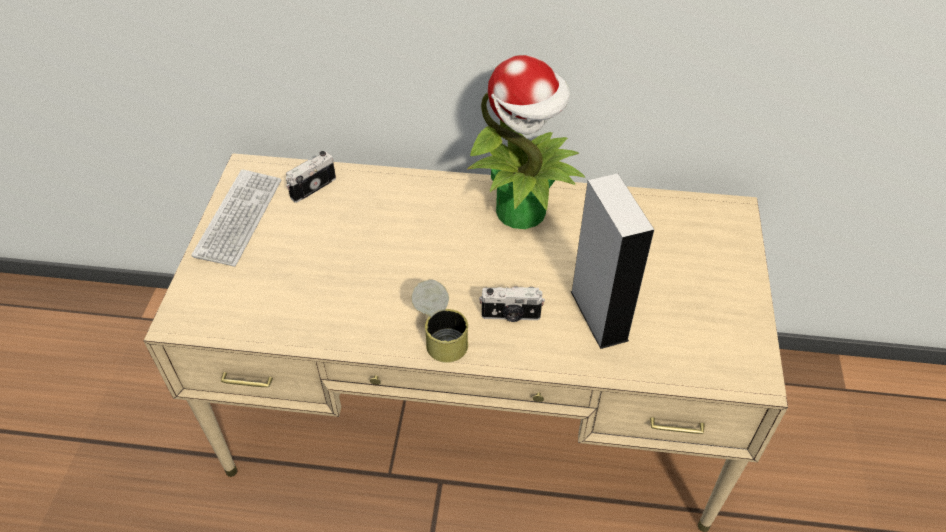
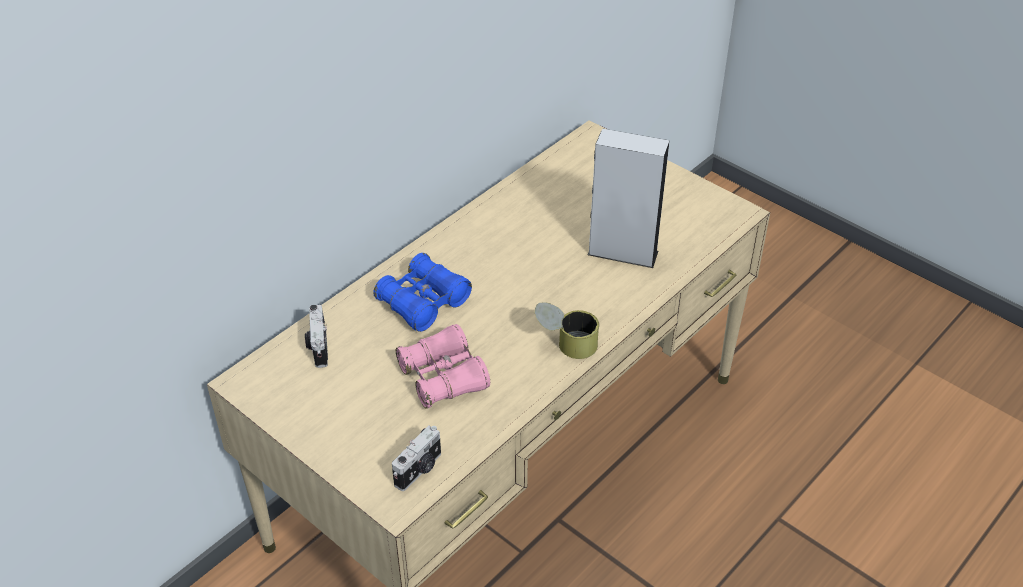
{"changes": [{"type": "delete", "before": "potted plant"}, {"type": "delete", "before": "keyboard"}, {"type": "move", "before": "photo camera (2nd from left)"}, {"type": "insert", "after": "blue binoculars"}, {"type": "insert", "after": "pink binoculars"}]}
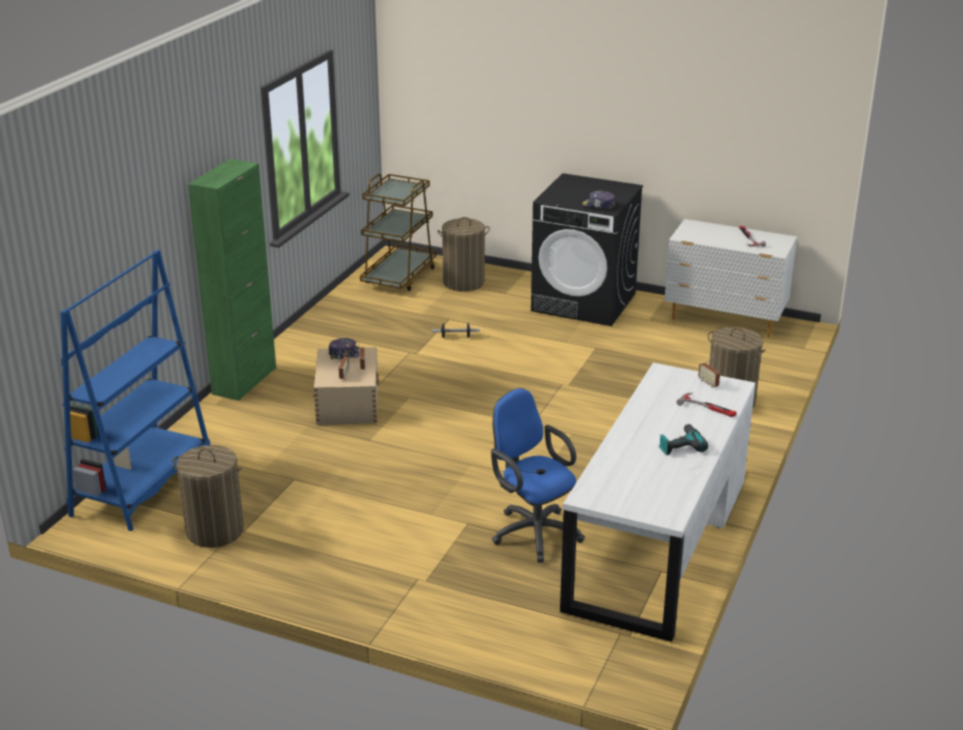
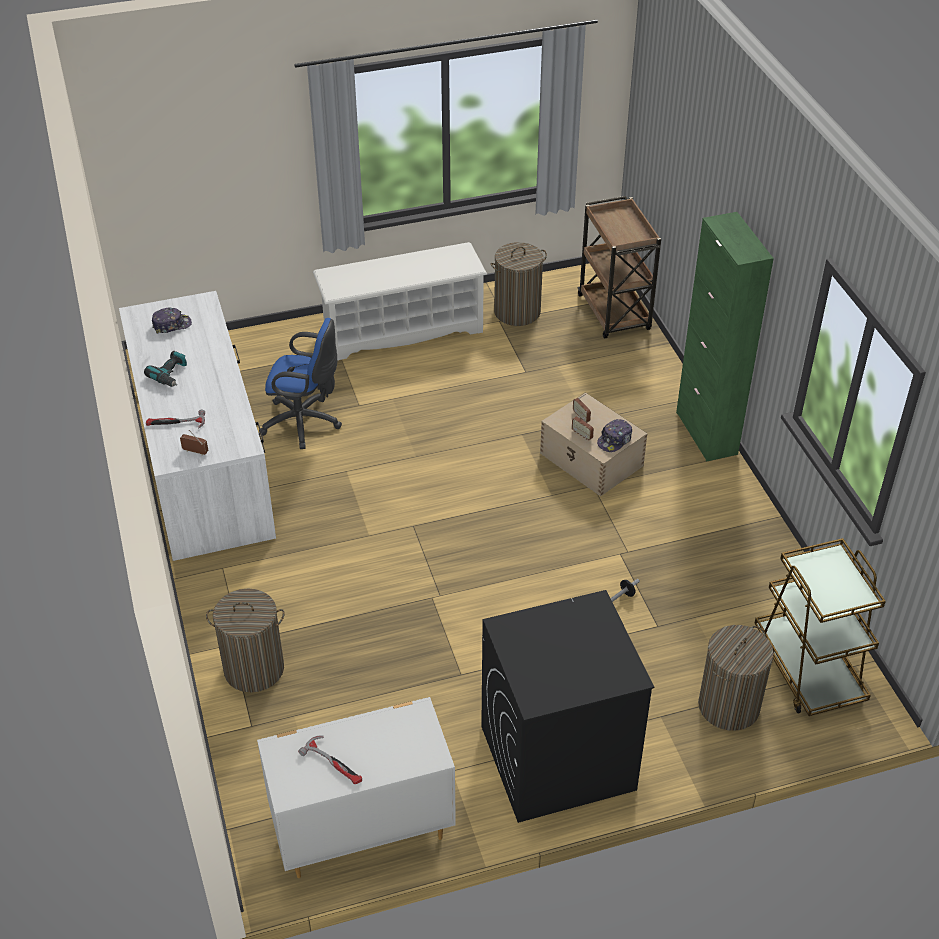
{"changes": [{"type": "move", "before": "cap (2nd from left in the first image)", "after": "cap (1st from left)"}, {"type": "replace", "before": "blue bookcase", "after": "brown cart (1st from left)"}, {"type": "insert", "after": "white shoe rack"}]}
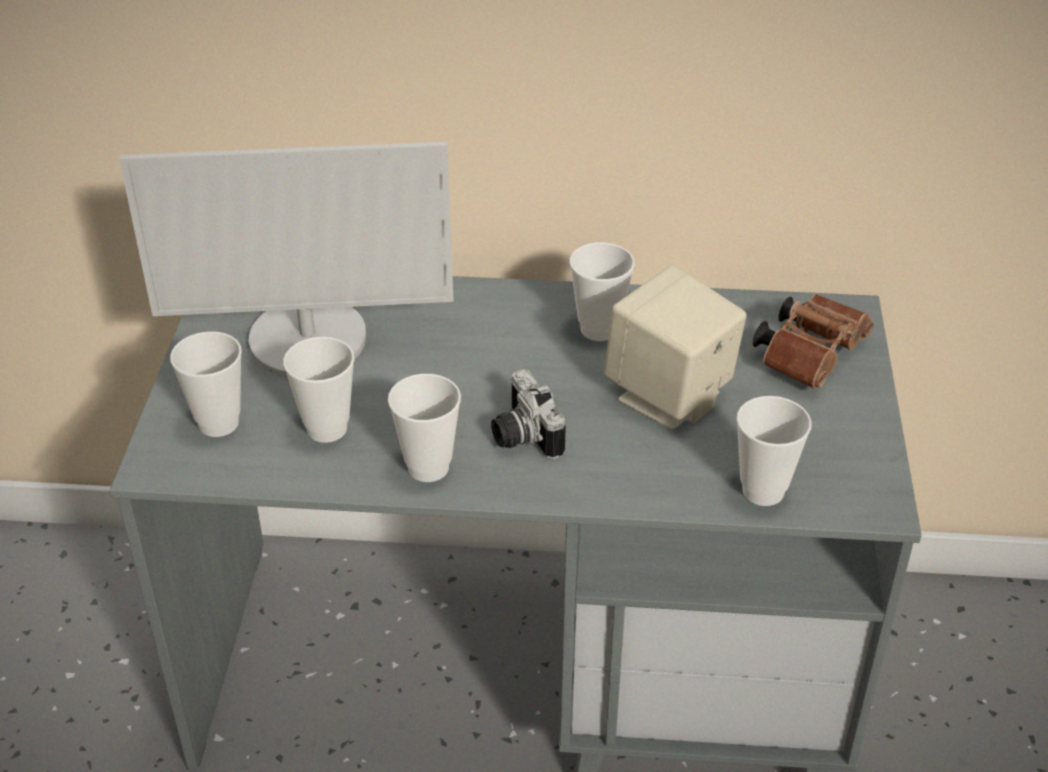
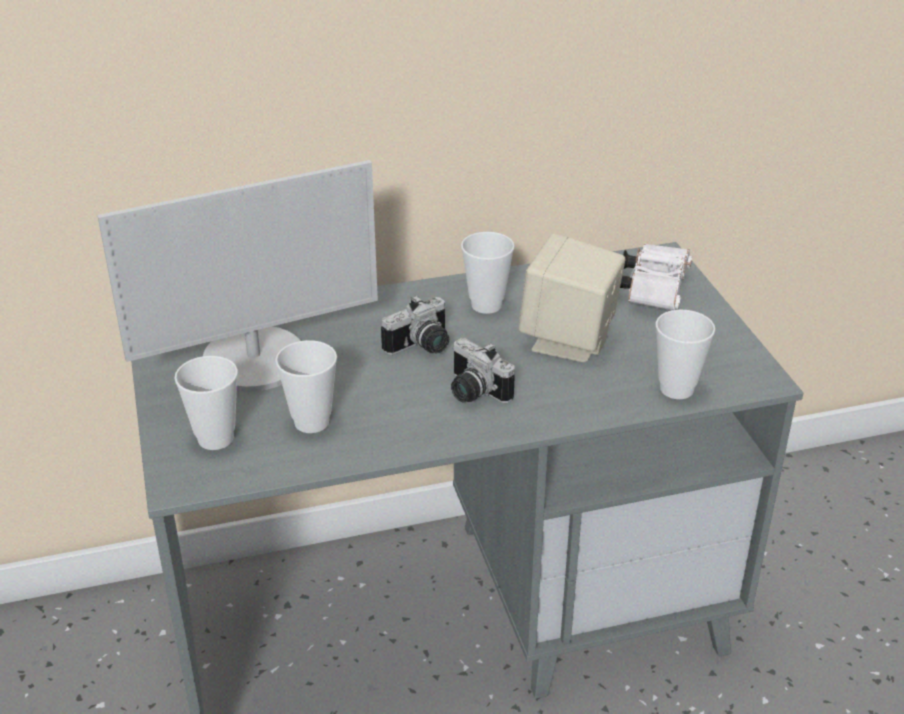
{"changes": [{"type": "recolor", "before": "brown binoculars", "after": "white binoculars"}, {"type": "delete", "before": "cup (3rd from left)"}, {"type": "insert", "after": "photo camera (1st from left)"}]}
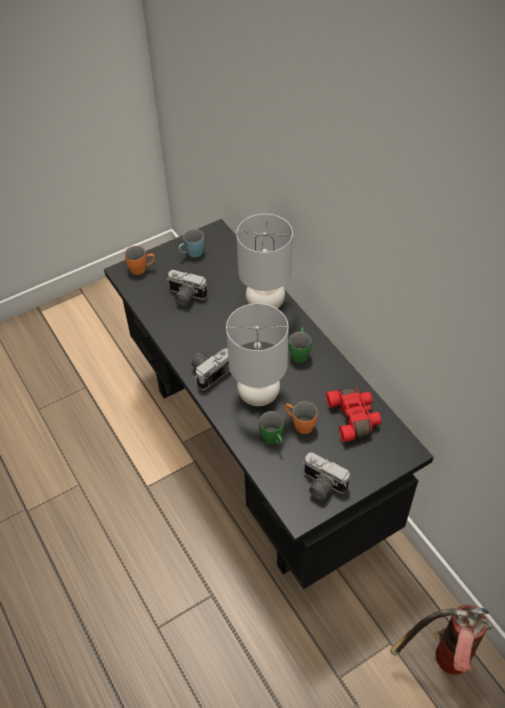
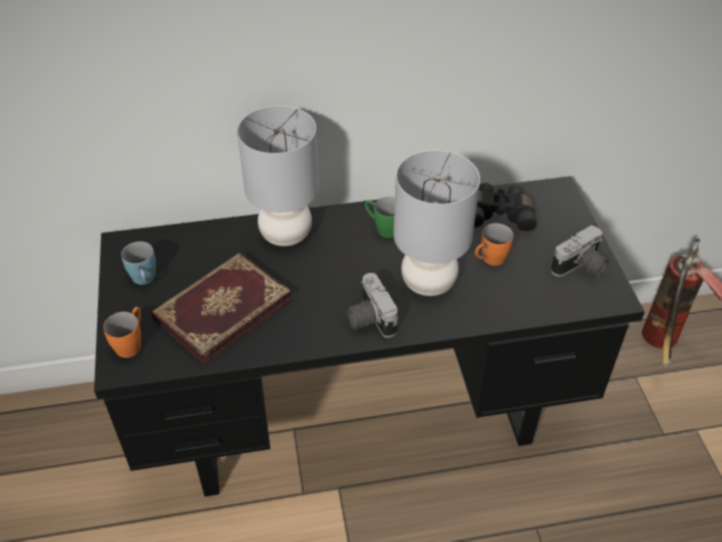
{"changes": [{"type": "replace", "before": "photo camera (1st from left)", "after": "book"}, {"type": "recolor", "before": "red binoculars", "after": "black binoculars"}, {"type": "delete", "before": "green mug (1st from left)"}]}
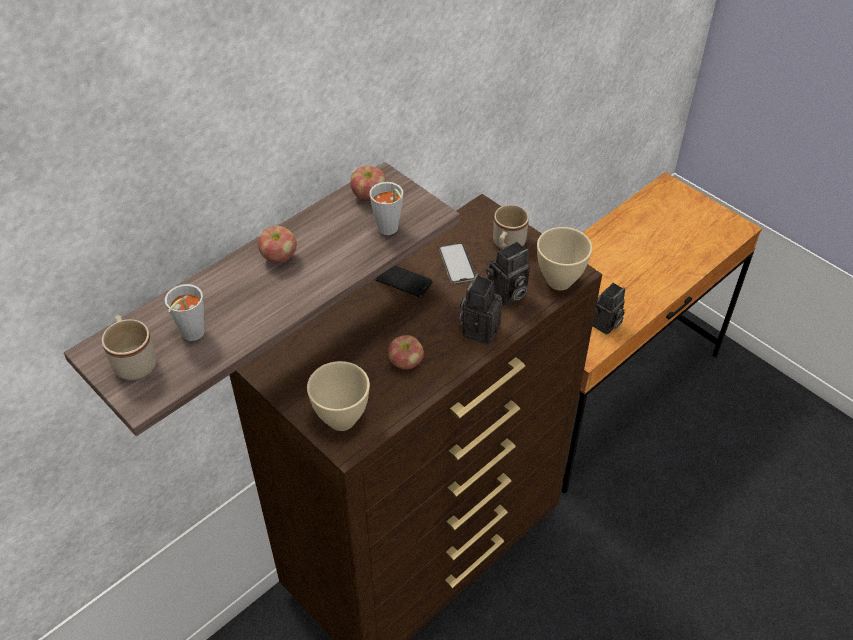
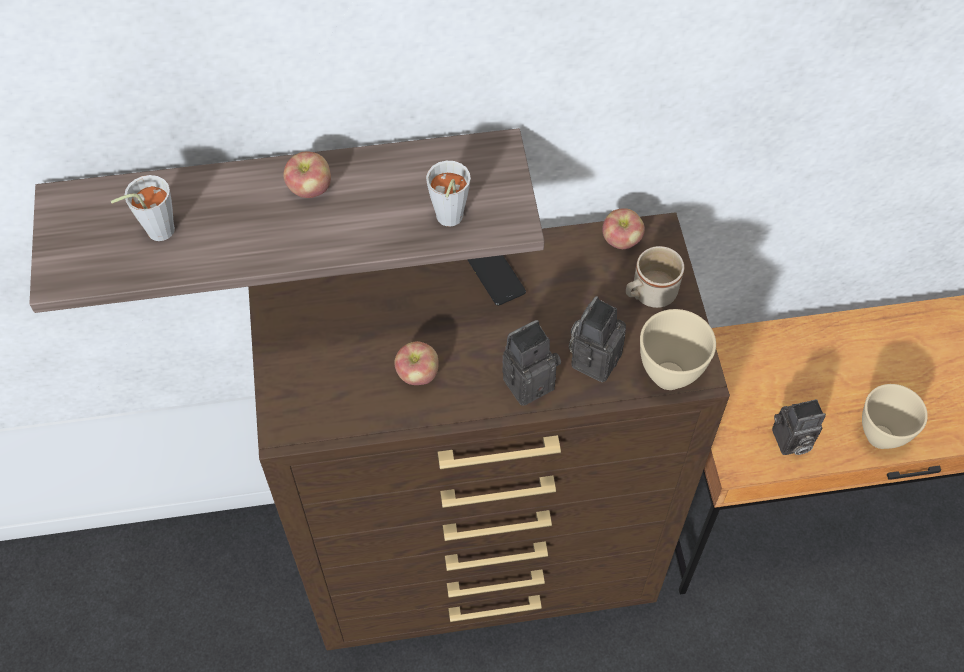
{"changes": [{"type": "move", "before": "apple (2nd from left in the first image)", "after": "apple (3rd from left)"}, {"type": "rotate", "before": "photo camera (2nd from left)", "turn": 120}, {"type": "delete", "before": "phone (2nd from left)"}, {"type": "delete", "before": "beige mug (1st from left)"}, {"type": "move", "before": "beige bowl (1st from left in the first image)", "after": "beige bowl (2nd from left)"}]}
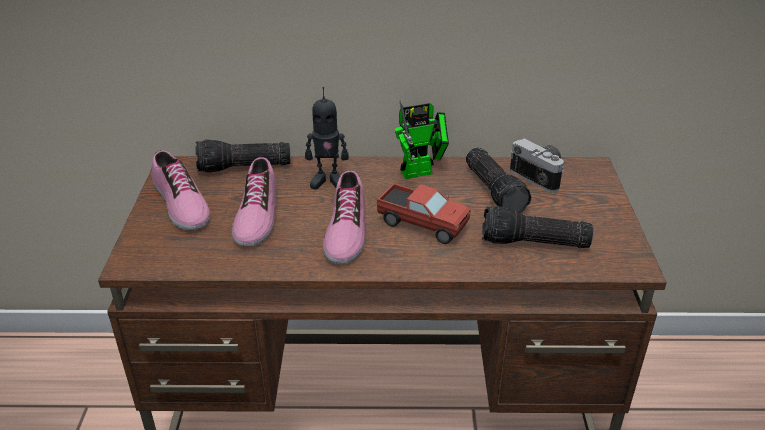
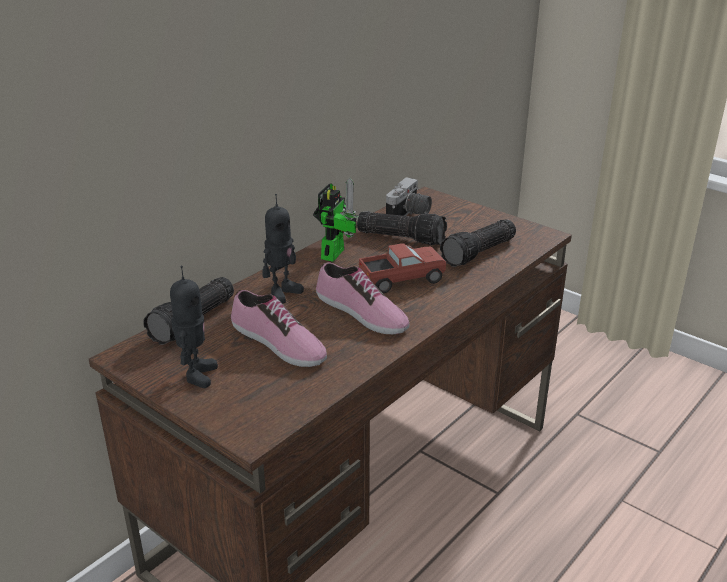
{"changes": [{"type": "rotate", "before": "photo camera", "turn": 120}, {"type": "replace", "before": "shoe (1st from left)", "after": "toy robot (1st from left)"}]}
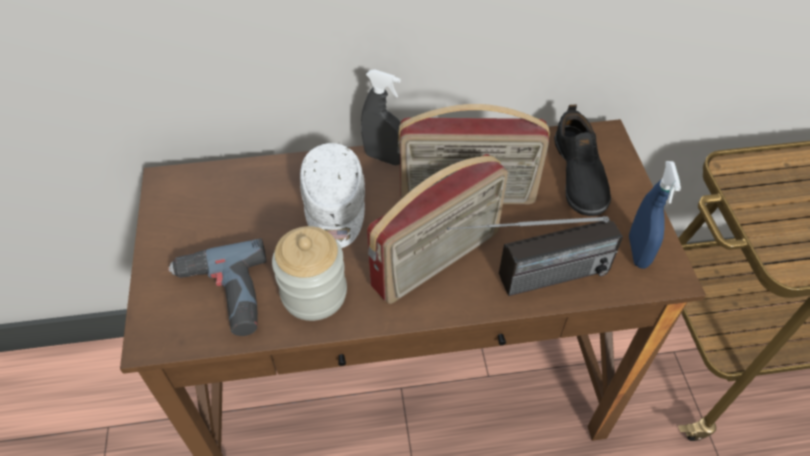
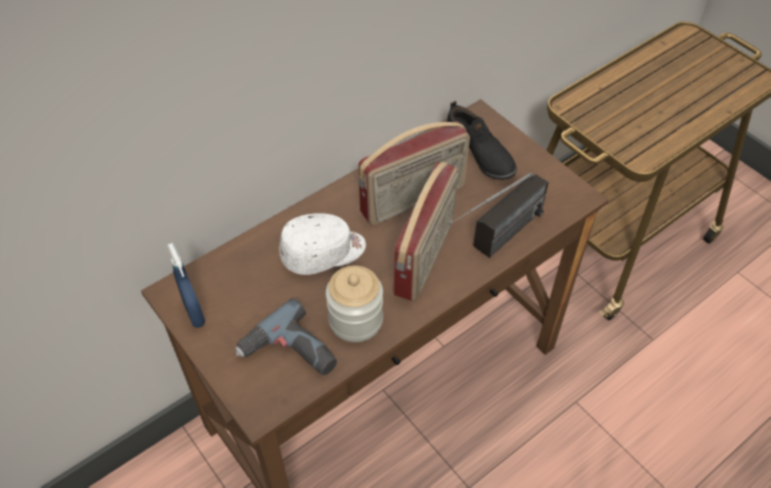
{"changes": [{"type": "delete", "before": "grey spray bottle"}, {"type": "rotate", "before": "white cap", "turn": -75}, {"type": "move", "before": "blue spray bottle"}]}
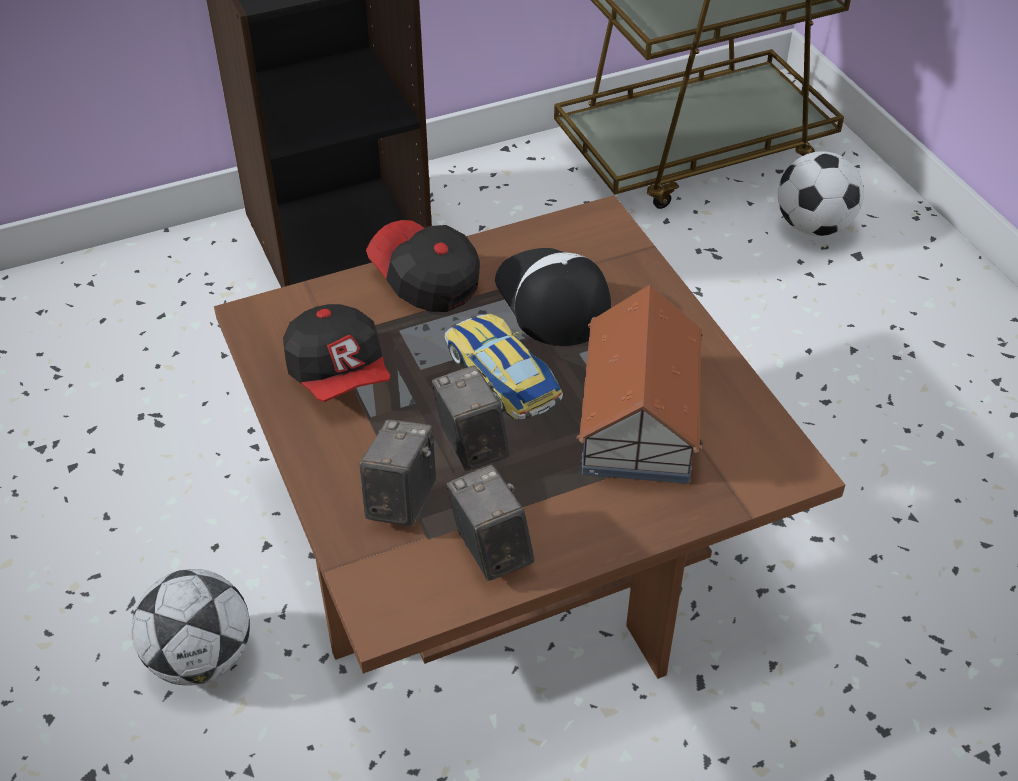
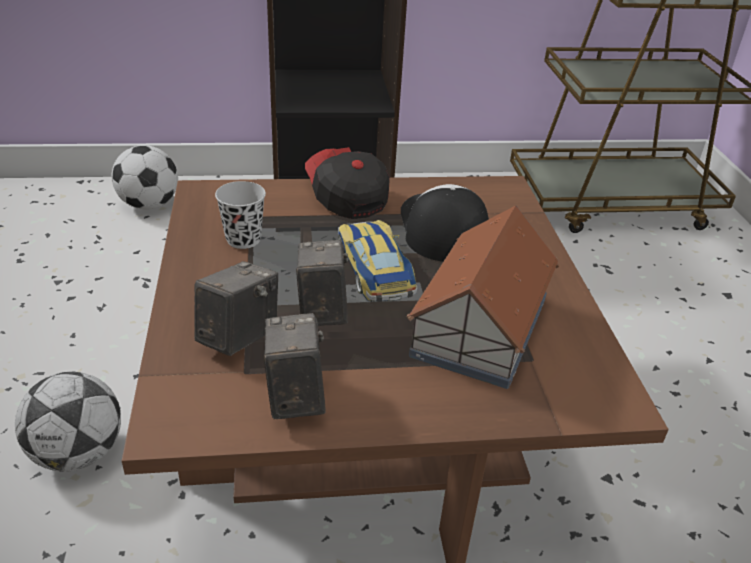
{"changes": [{"type": "move", "before": "football (2nd from left)"}, {"type": "replace", "before": "cap (1st from left)", "after": "black cup"}]}
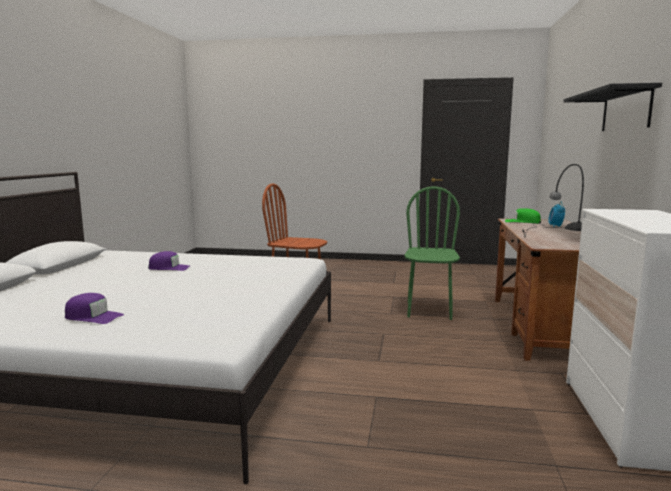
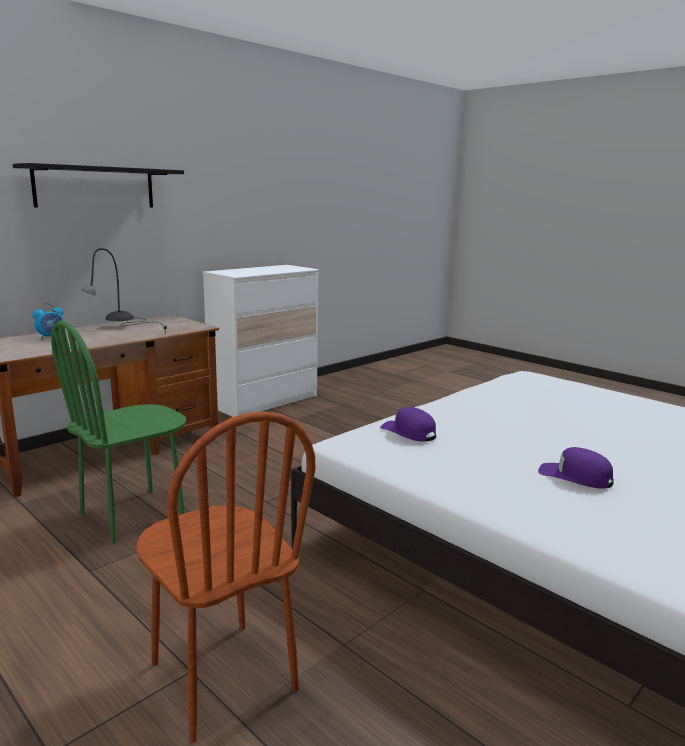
{"changes": [{"type": "delete", "before": "green cap"}, {"type": "move", "before": "purple cap (1st from left)"}]}
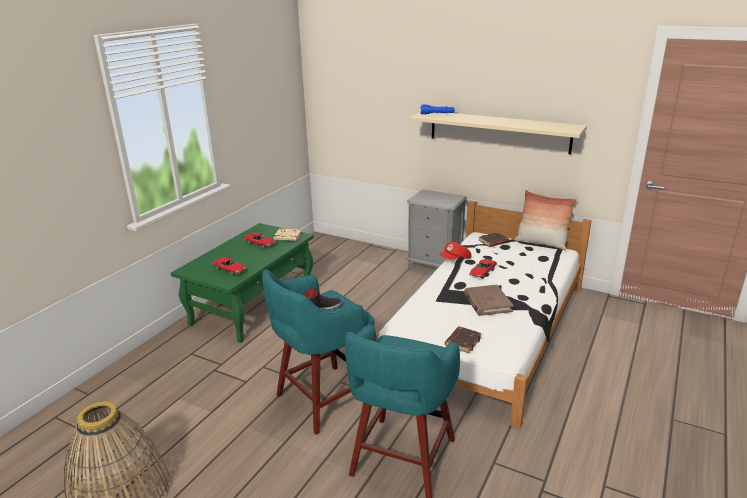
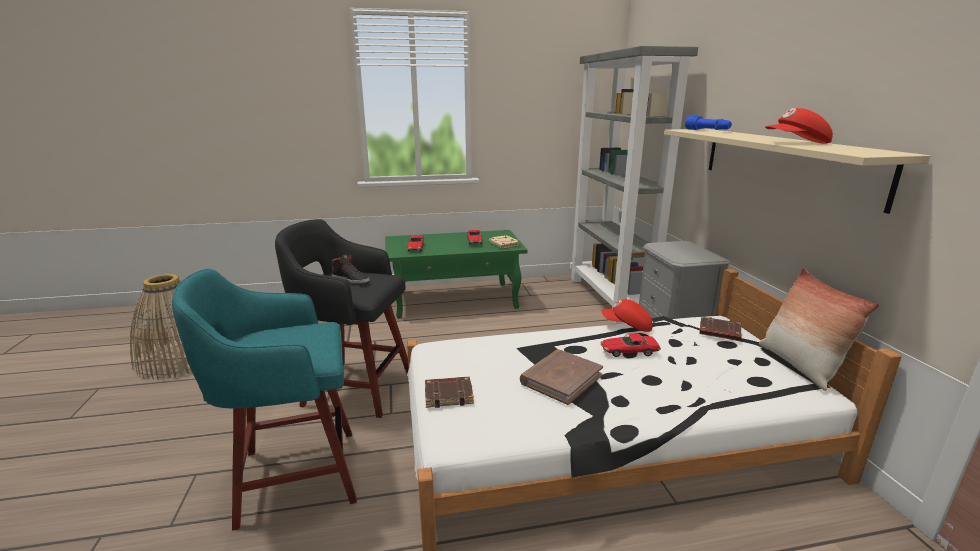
{"changes": [{"type": "recolor", "before": "turquoise stool (1st from left)", "after": "black stool"}, {"type": "insert", "after": "grey bookcase"}, {"type": "insert", "after": "red cap (2nd from left)"}]}
